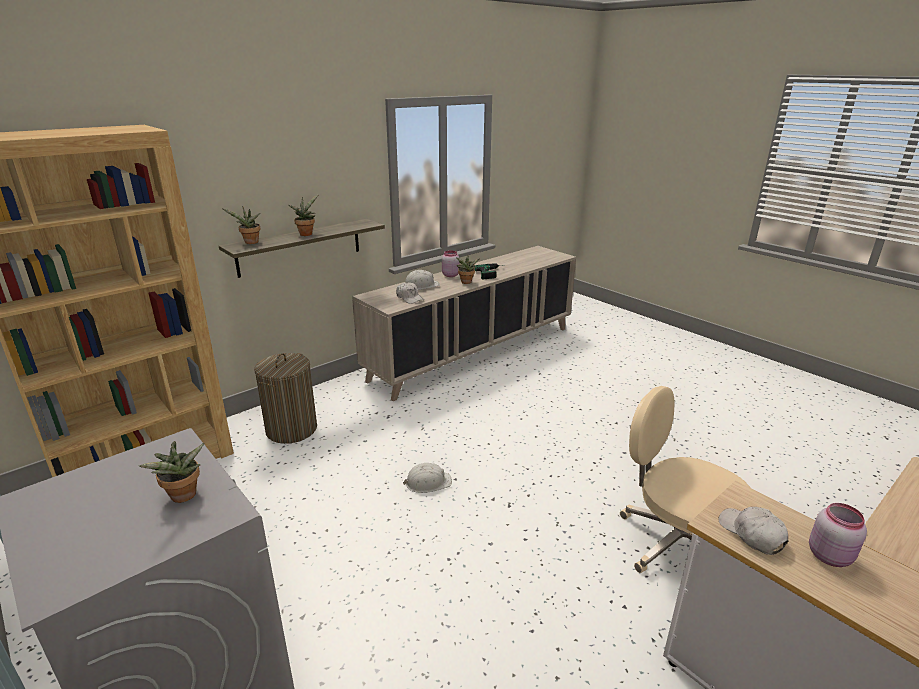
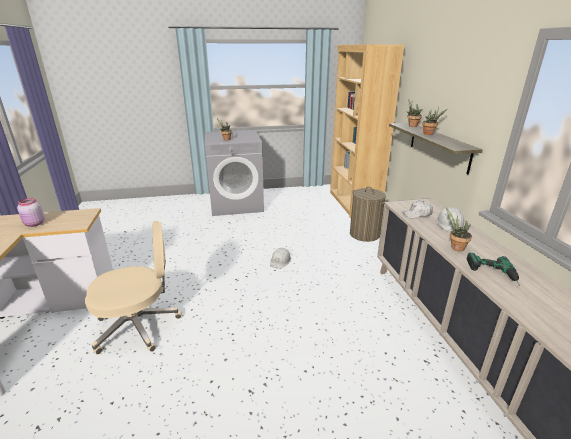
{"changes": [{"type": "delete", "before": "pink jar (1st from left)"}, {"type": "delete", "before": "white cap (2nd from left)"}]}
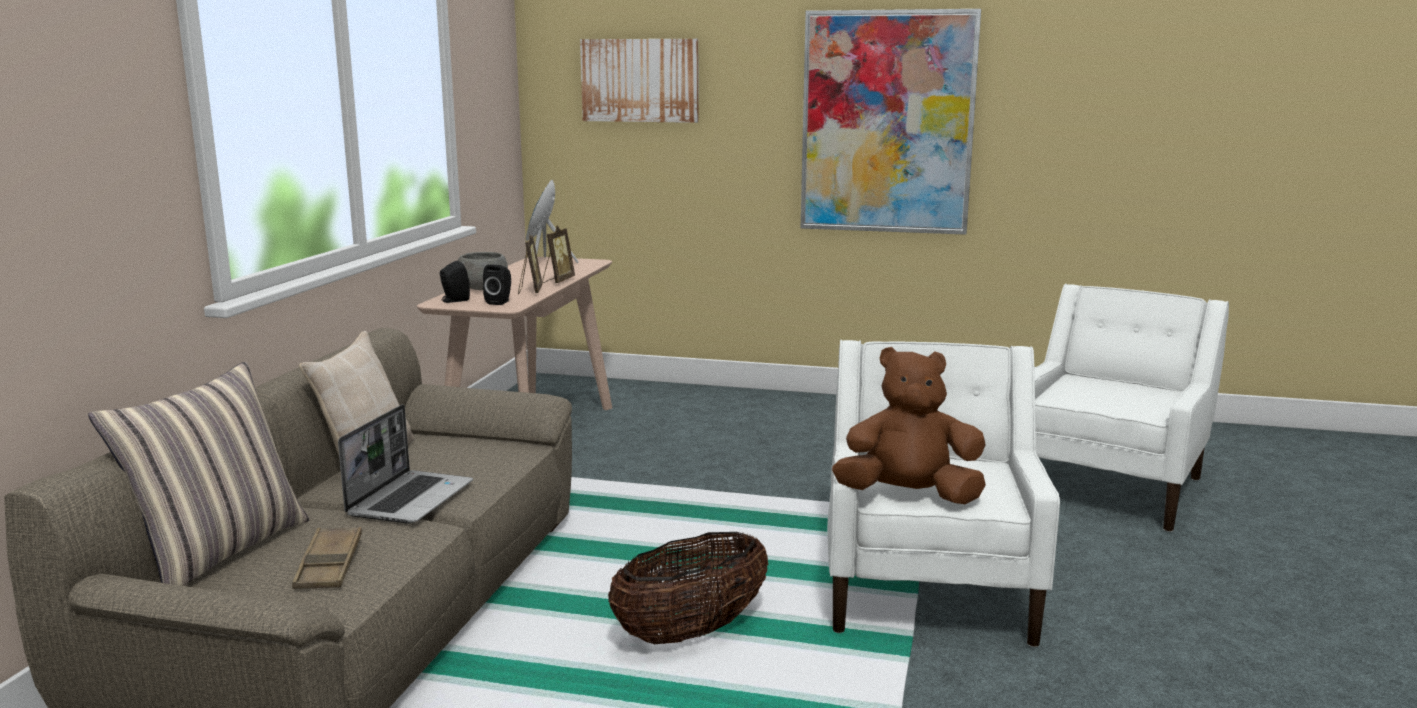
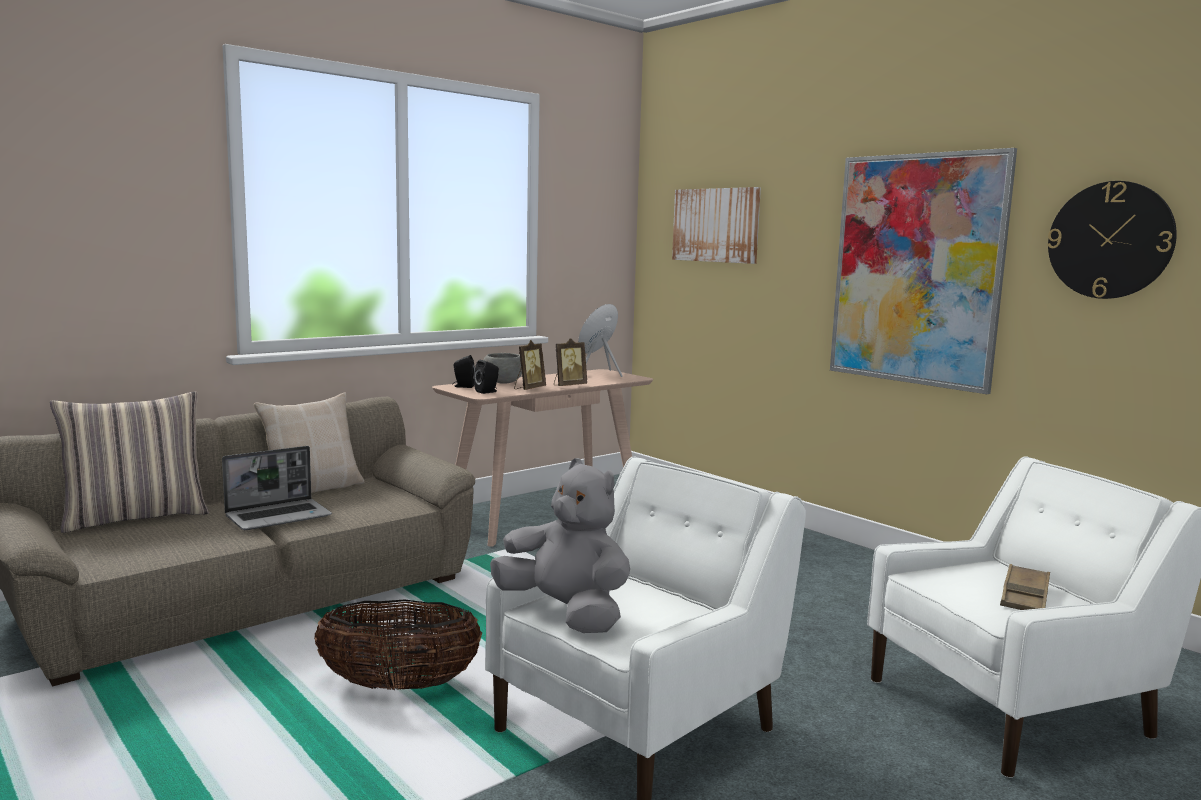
{"changes": [{"type": "recolor", "before": "brown plush toy", "after": "grey plush toy"}, {"type": "move", "before": "brown tray"}, {"type": "insert", "after": "wall clock"}]}
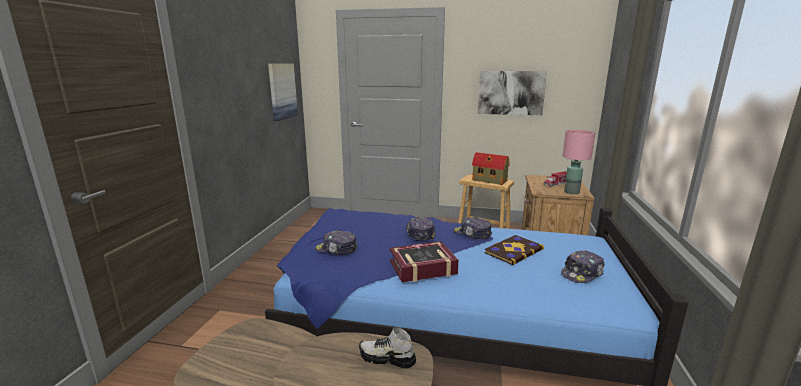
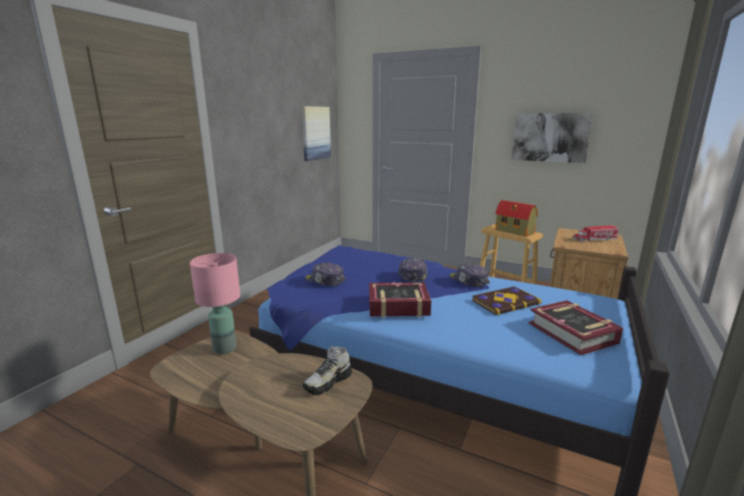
{"changes": [{"type": "move", "before": "pink table lamp"}, {"type": "replace", "before": "cap (4th from left)", "after": "book (3rd from left)"}, {"type": "rotate", "before": "shoe", "turn": -75}]}
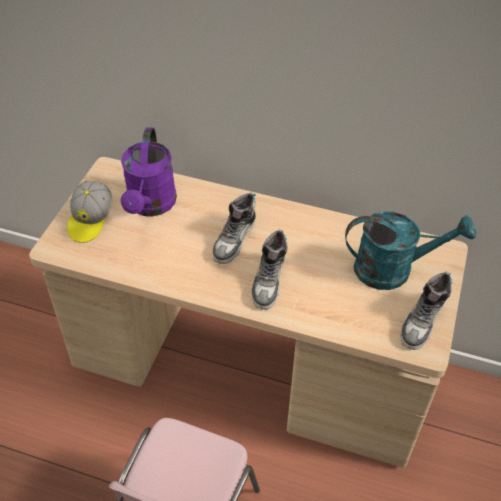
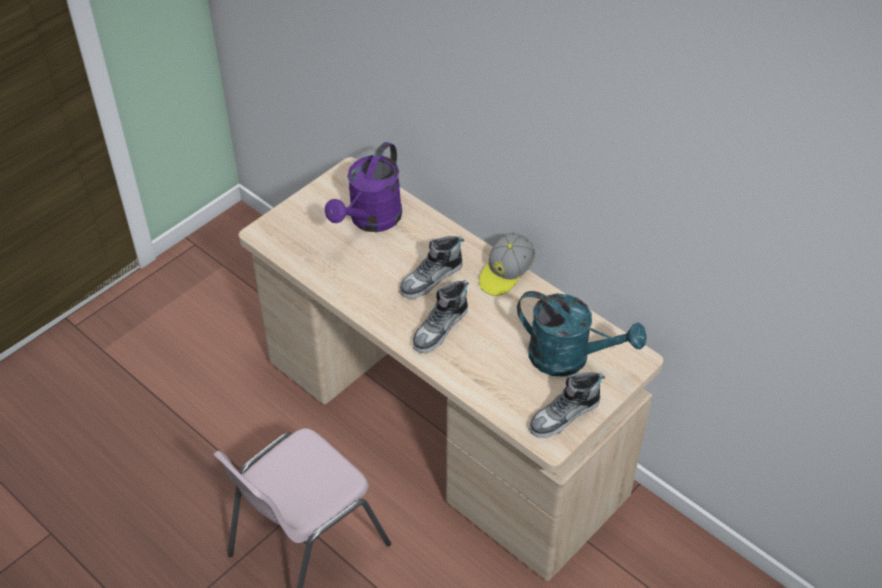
{"changes": [{"type": "move", "before": "cap"}]}
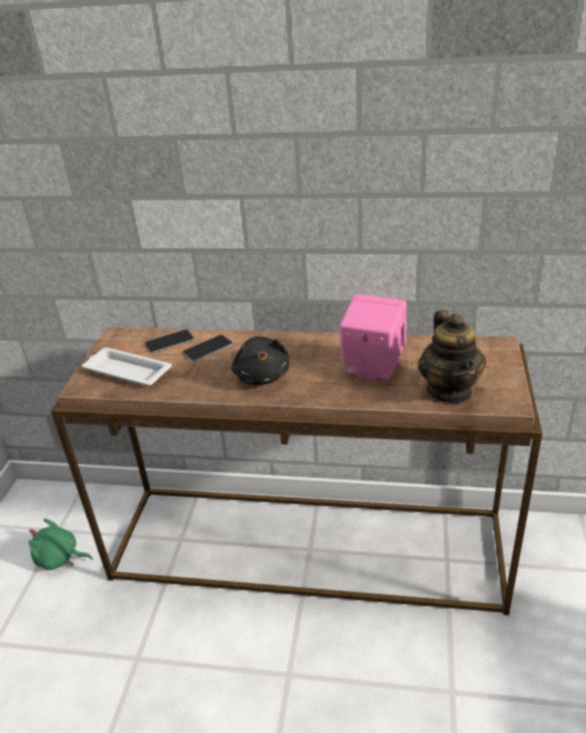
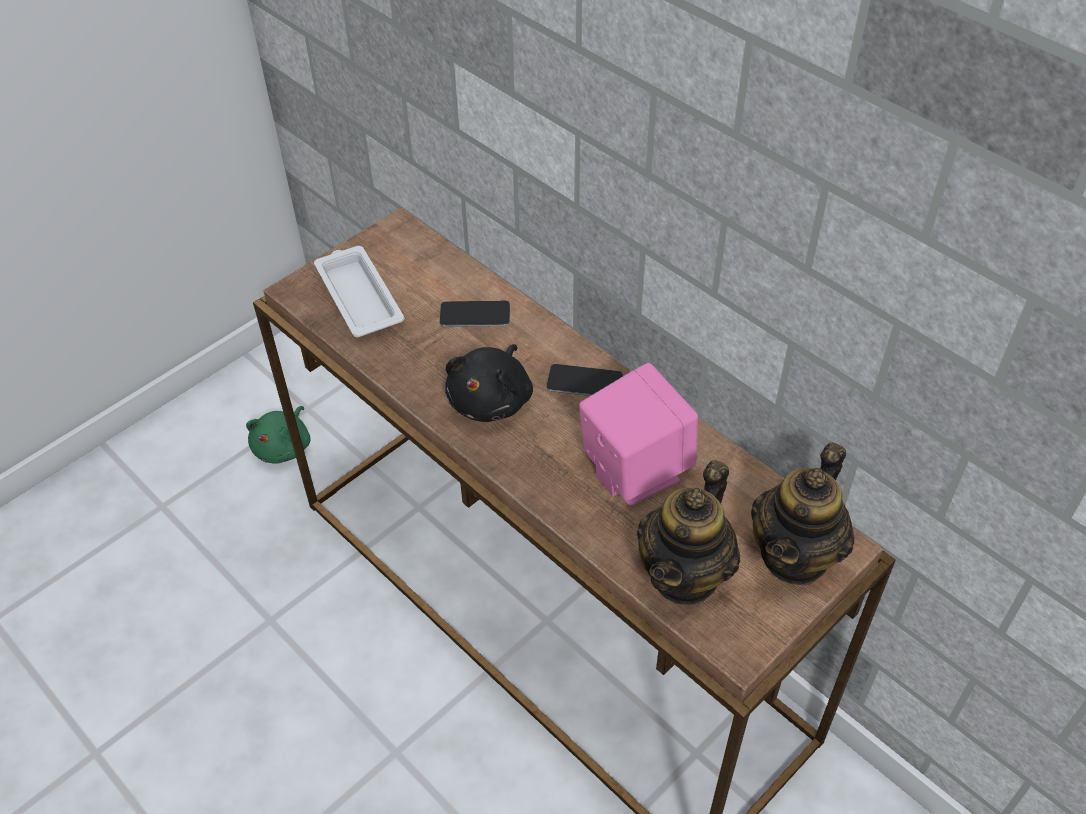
{"changes": [{"type": "move", "before": "phone (1st from left in the first image)", "after": "phone (2nd from left)"}, {"type": "rotate", "before": "green plush toy", "turn": -120}, {"type": "insert", "after": "teapot (2nd from left)"}]}
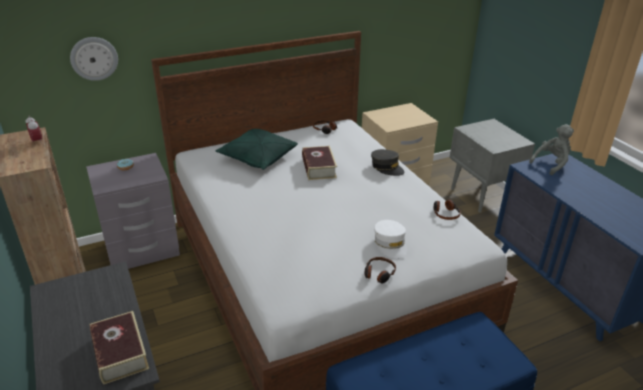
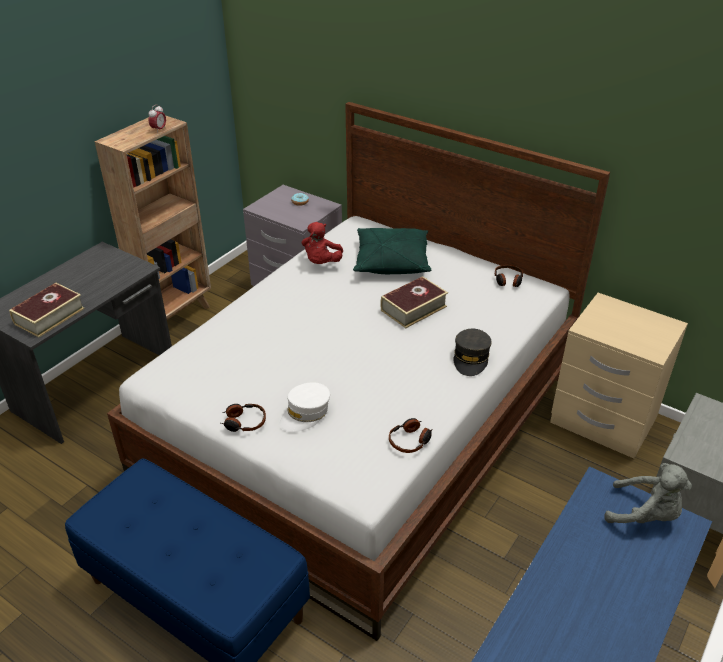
{"changes": [{"type": "delete", "before": "wall clock"}, {"type": "insert", "after": "red plush toy"}]}
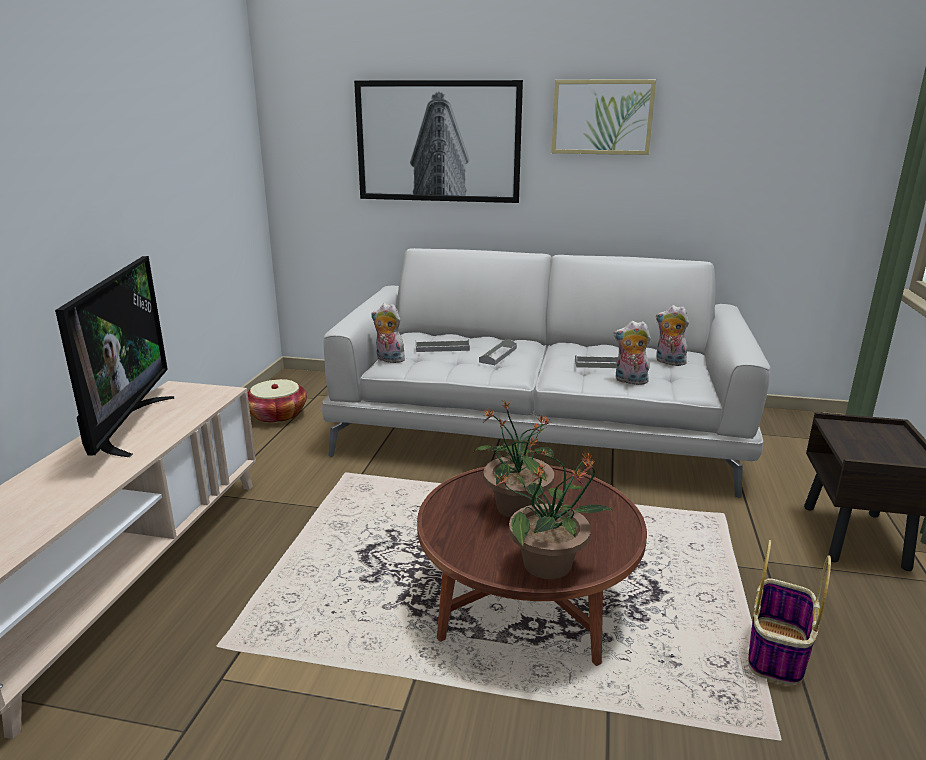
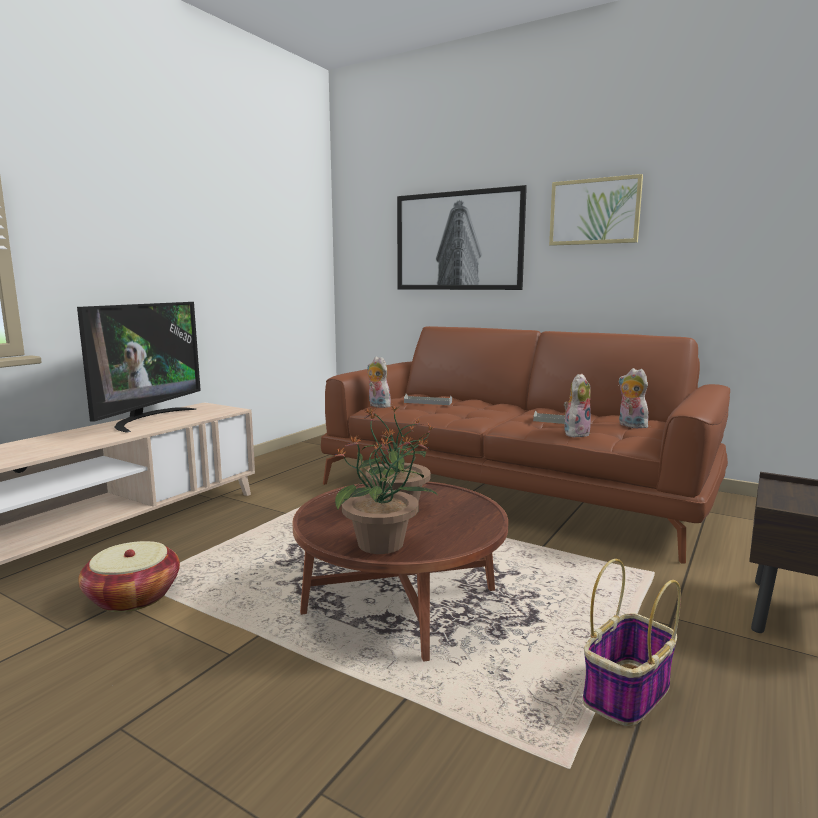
{"changes": [{"type": "recolor", "before": "white sofa", "after": "brown sofa"}, {"type": "rotate", "before": "plush toy (2nd from left)", "turn": 90}, {"type": "delete", "before": "grey tray (2nd from left)"}, {"type": "move", "before": "basket (1st from left)"}]}
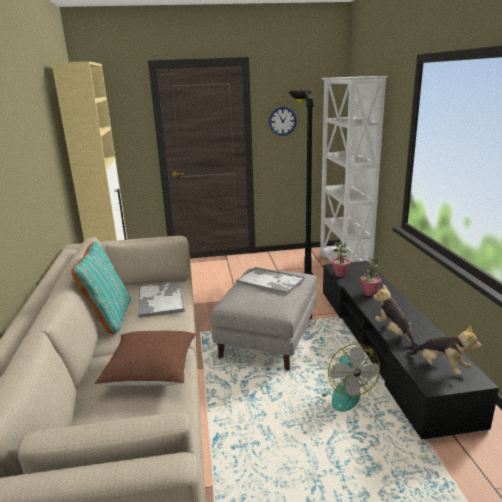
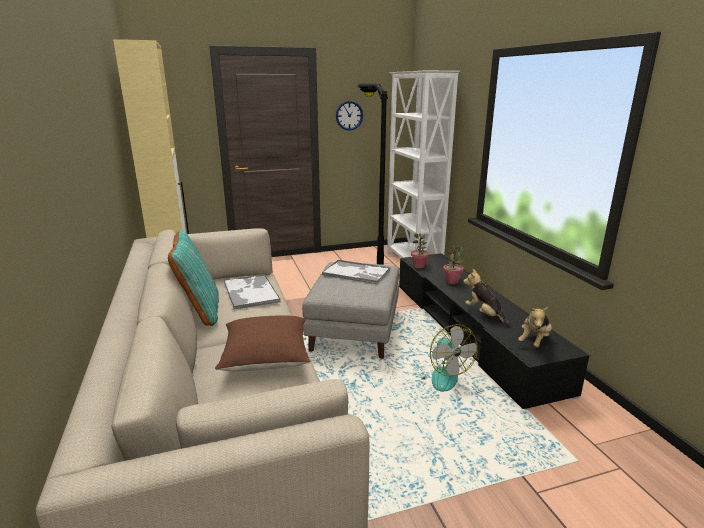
{"changes": [{"type": "rotate", "before": "plush toy (2nd from left)", "turn": 90}]}
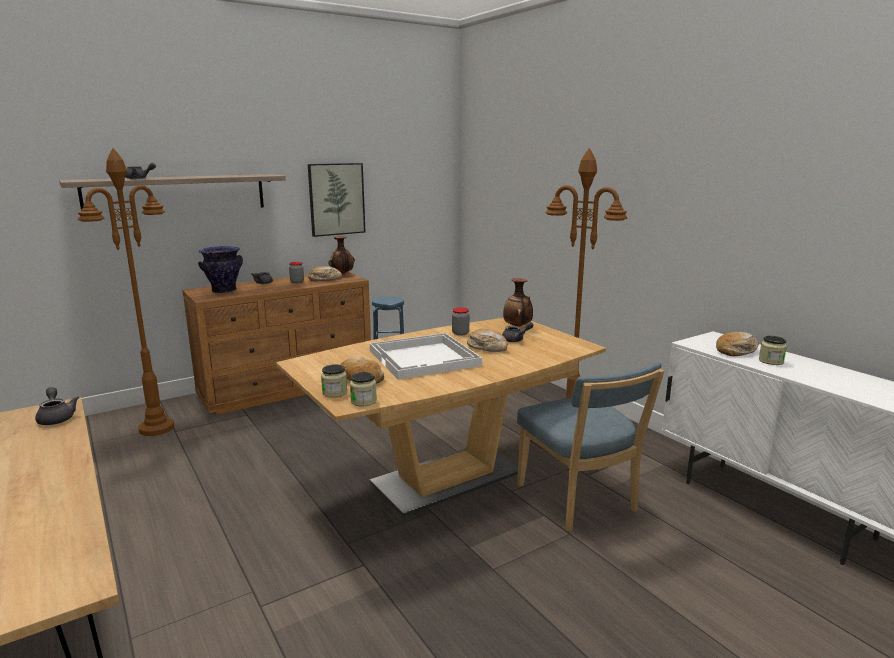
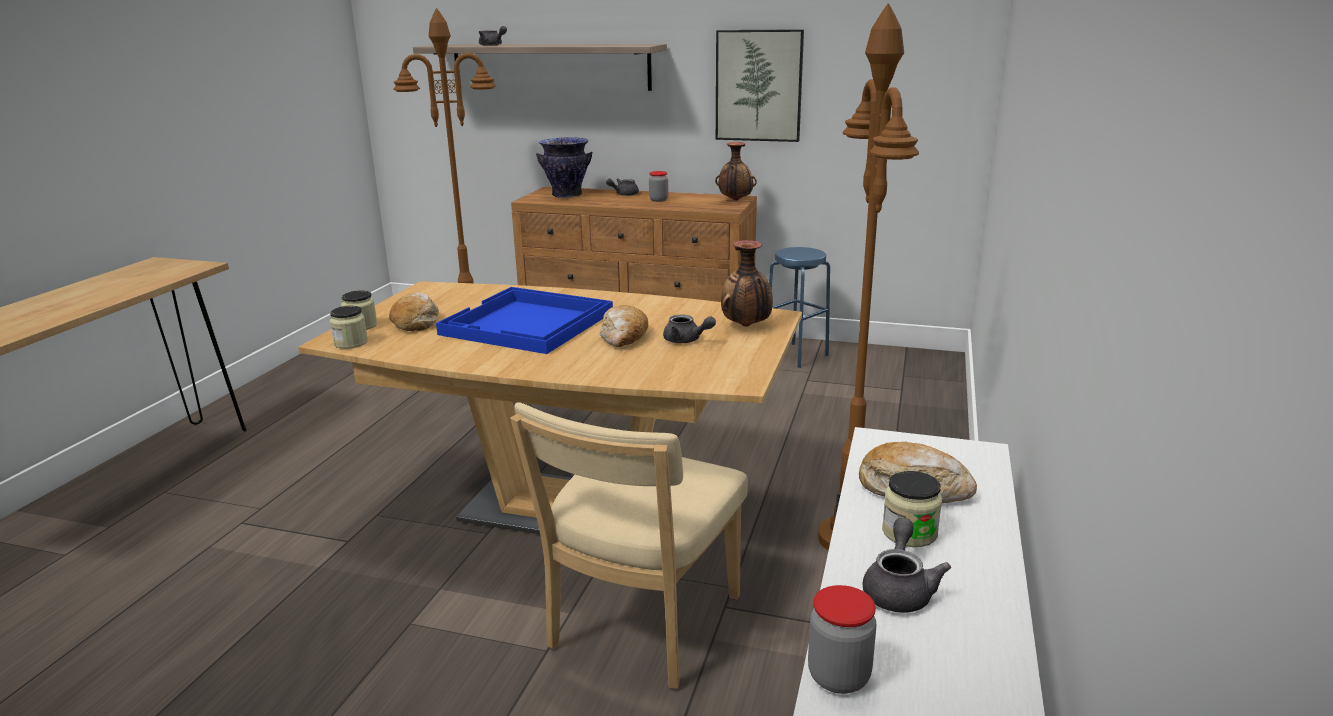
{"changes": [{"type": "delete", "before": "bread (1st from left)"}, {"type": "move", "before": "jar (4th from left)"}, {"type": "recolor", "before": "white tray", "after": "blue tray"}, {"type": "recolor", "before": "blue chair", "after": "beige chair"}, {"type": "move", "before": "grey teapot (1st from left in the first image)", "after": "grey teapot (4th from left)"}]}
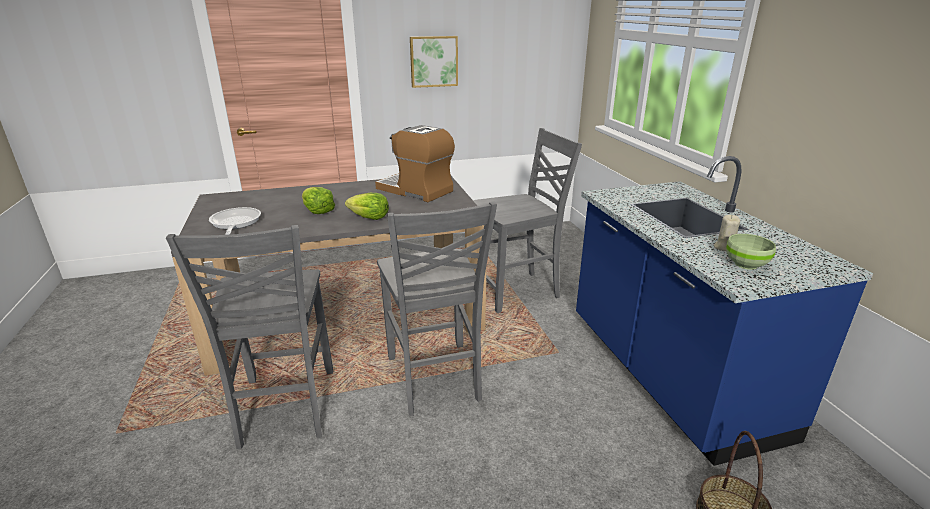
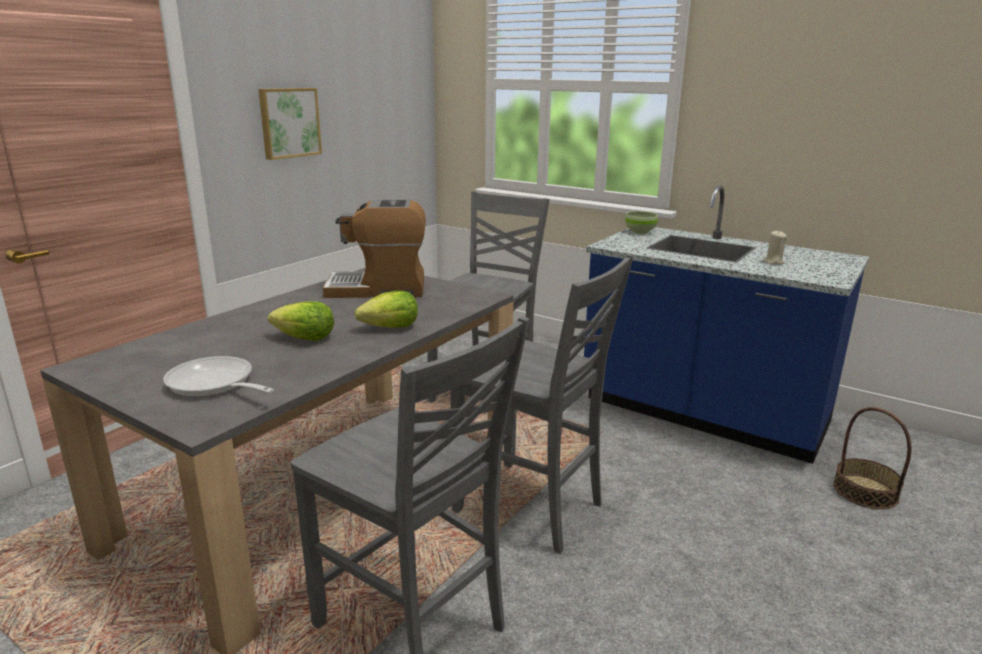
{"changes": [{"type": "move", "before": "green bowl"}]}
